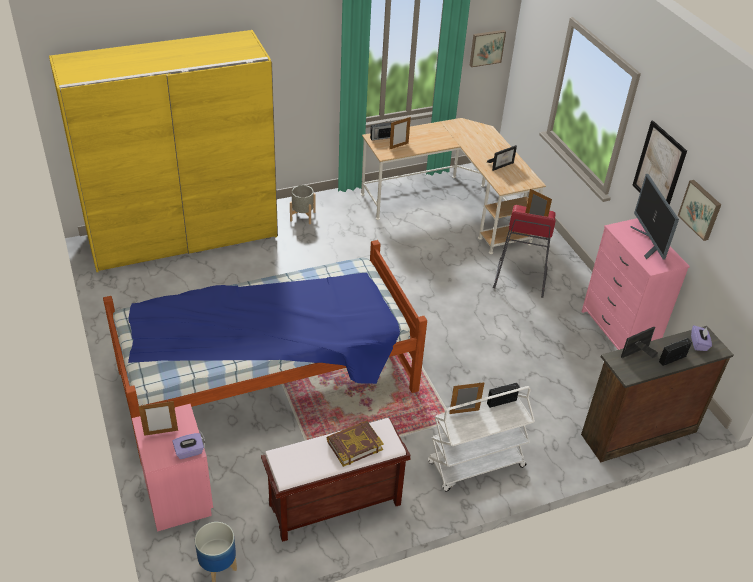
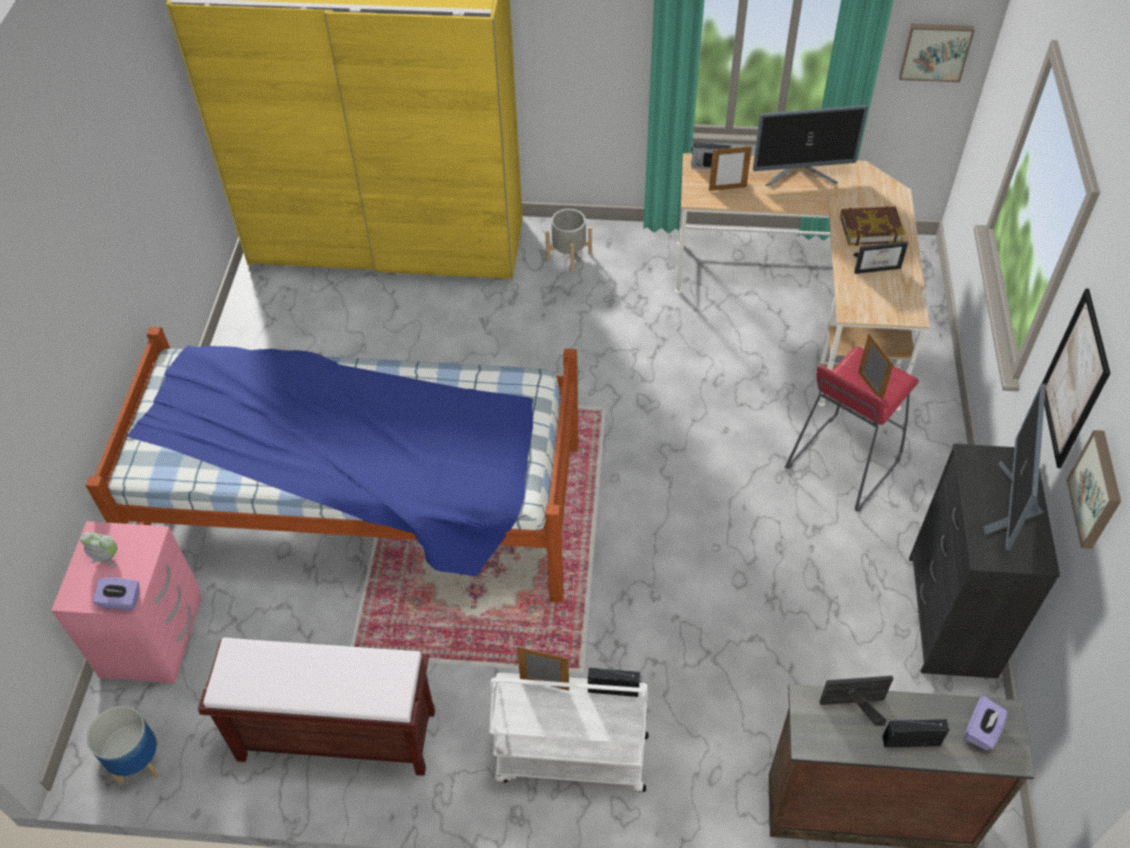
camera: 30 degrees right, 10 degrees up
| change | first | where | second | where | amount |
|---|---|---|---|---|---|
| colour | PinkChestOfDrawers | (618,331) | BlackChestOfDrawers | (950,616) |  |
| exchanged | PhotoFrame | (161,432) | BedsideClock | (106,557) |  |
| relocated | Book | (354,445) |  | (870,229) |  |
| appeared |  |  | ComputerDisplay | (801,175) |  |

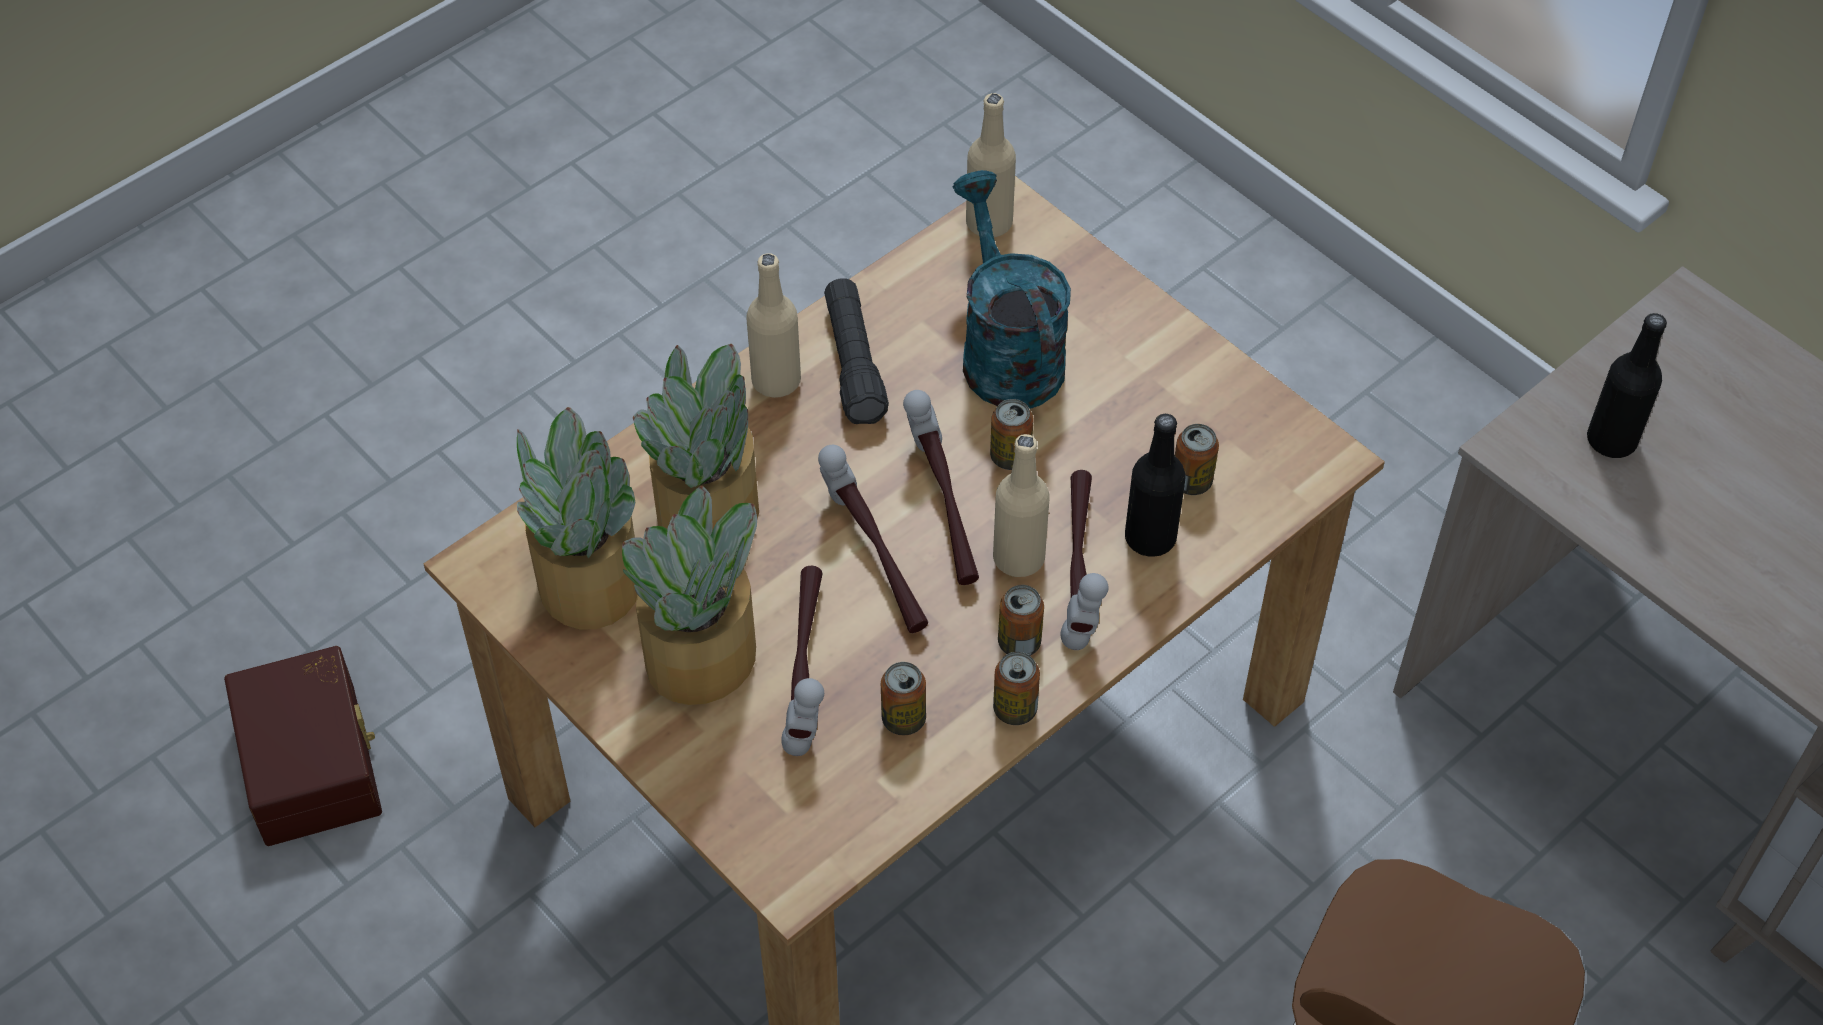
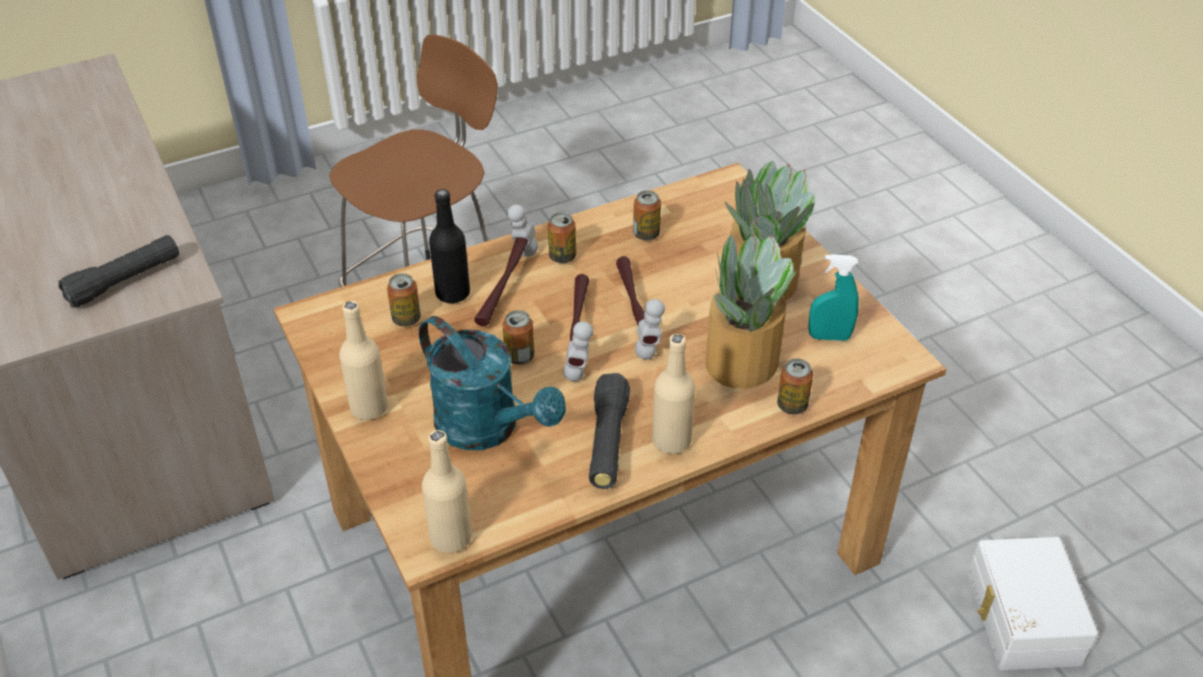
camera: 165 degrees left, 10 degrees down
| change | first | where | second | where | amount |
|---|---|---|---|---|---|
| spun | TurquoiseWateringPot | (1005,350) |  | (488,428) | 45 degrees counterclockwise |
| exchanged | BlackBottle | (1611,440) | BlackFlashlight | (124,281) |  |
| exchanged | PottedPlant | (590,580) | TurquoiseSprayBottle | (829,337) |  |
| relocated | SandColouredBottle | (1018,558) |  | (369,408) |  |
| missing | ToolHammer | (807,668) |  |  |  |
| colour | BrownishStorageBox | (314,762) | WhiteStorageBox | (1020,618) |  |
| relocated | MetalCan | (1015,709) |  | (792,405) |  |

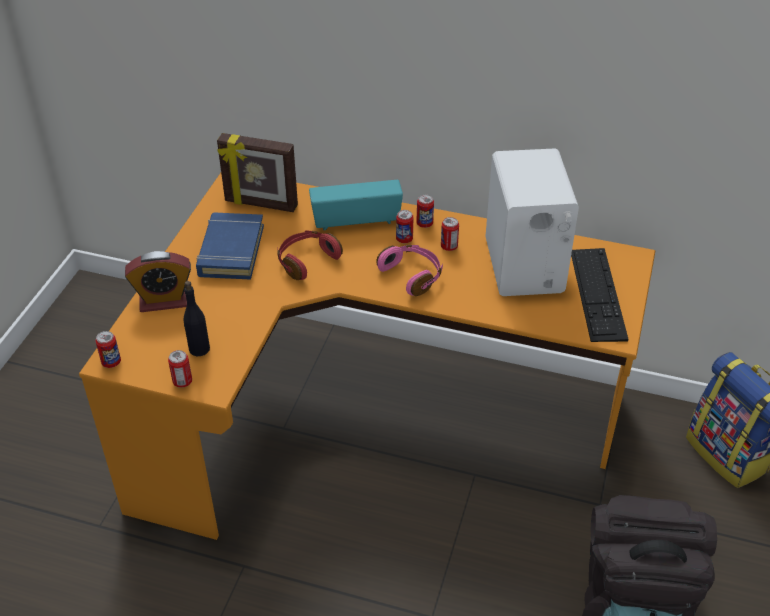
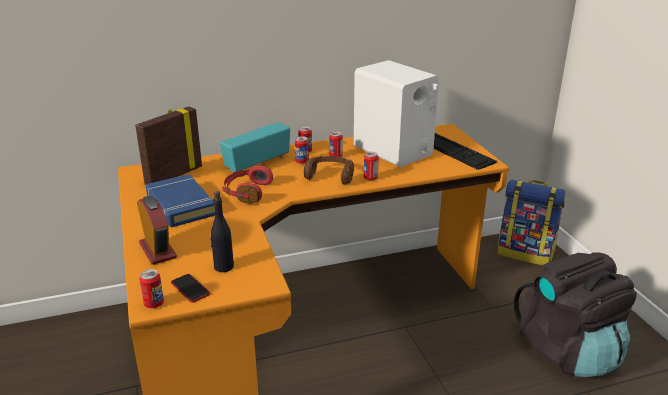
camera: 35 degrees left, 15 degrees down
| change | first | where | second | where | amount |
|---|---|---|---|---|---|
| spun | PhotoFrame | (261,204) |  | (173,175) | 150 degrees clockwise |
| colour | PinkHeadset | (412,275) | BrownishHeadset | (331,176) |  |
| spun | BedsideClock | (164,301) |  | (157,251) | 75 degrees counterclockwise |
| relocated | MetalCan | (182,381) |  | (370,178) |  |
| appeared |  |  | Phone | (190,289) |  |

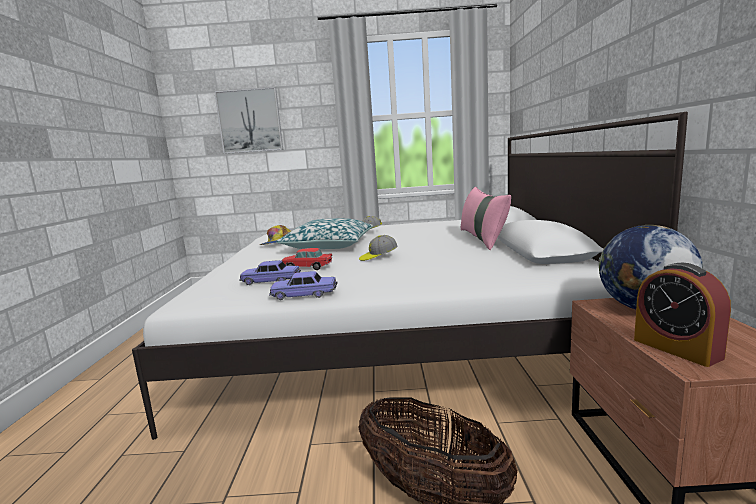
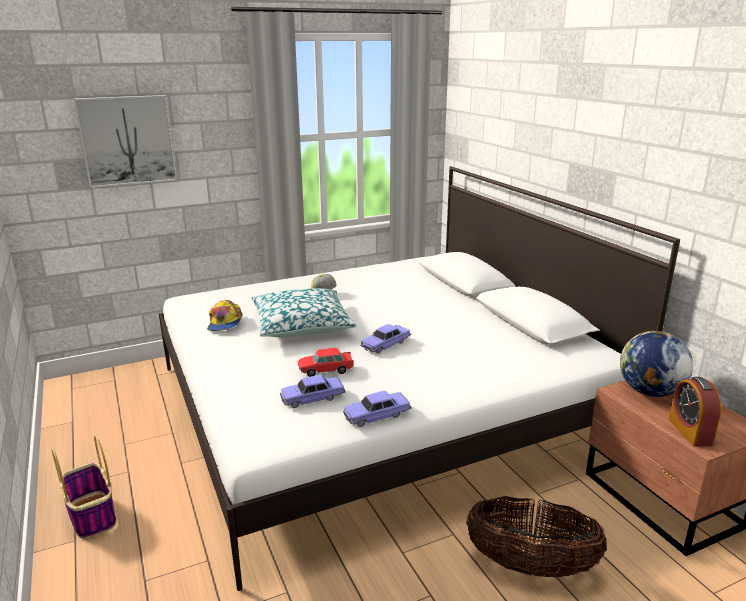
camera: 25 degrees left, 10 degrees up
| change | first | where | second | where | amount |
|---|---|---|---|---|---|
| missing | PinkThrowPillow | (482,239) |  |  |  |
| exchanged | Cap | (378,257) | ToyCar | (385,344) |  |
| spun | BedsideClock | (676,348) |  | (690,431) | 45 degrees clockwise |
| appeared |  |  | HouseholdBasket | (91,515) |  |

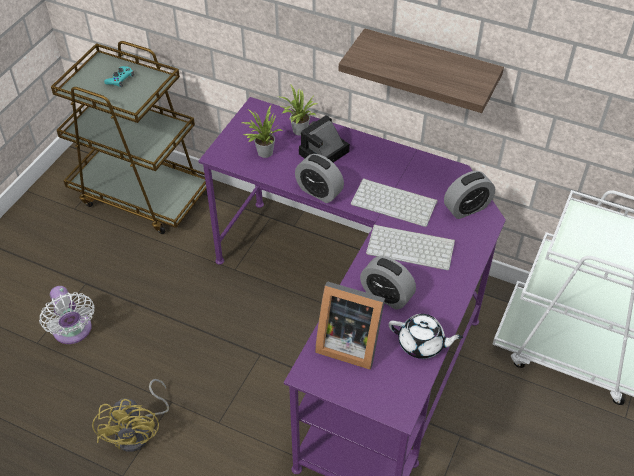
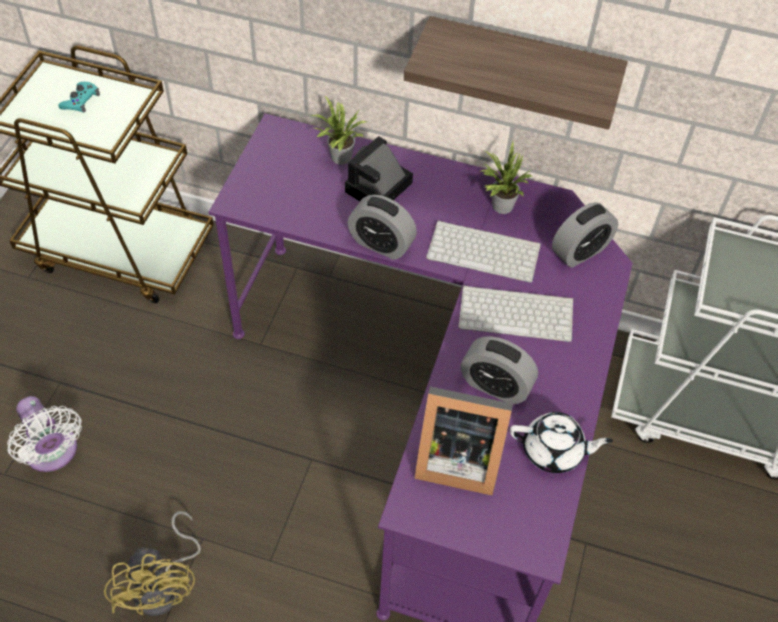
camera: 10 degrees left, 5 degrees up
| change | first | where | second | where | amount |
|---|---|---|---|---|---|
| relocated | PottedPlant | (263,152) |  | (499,206) |  |

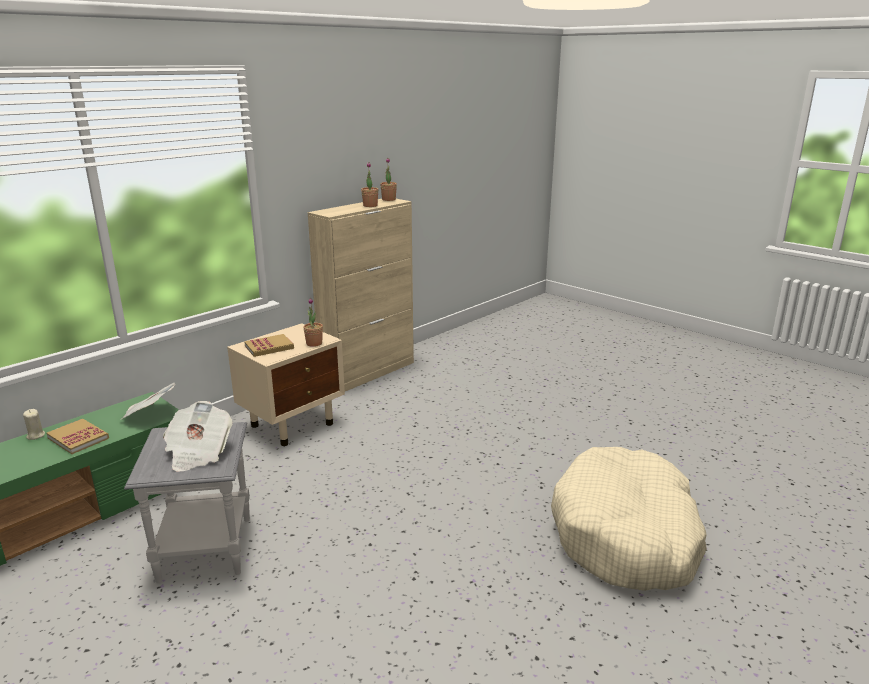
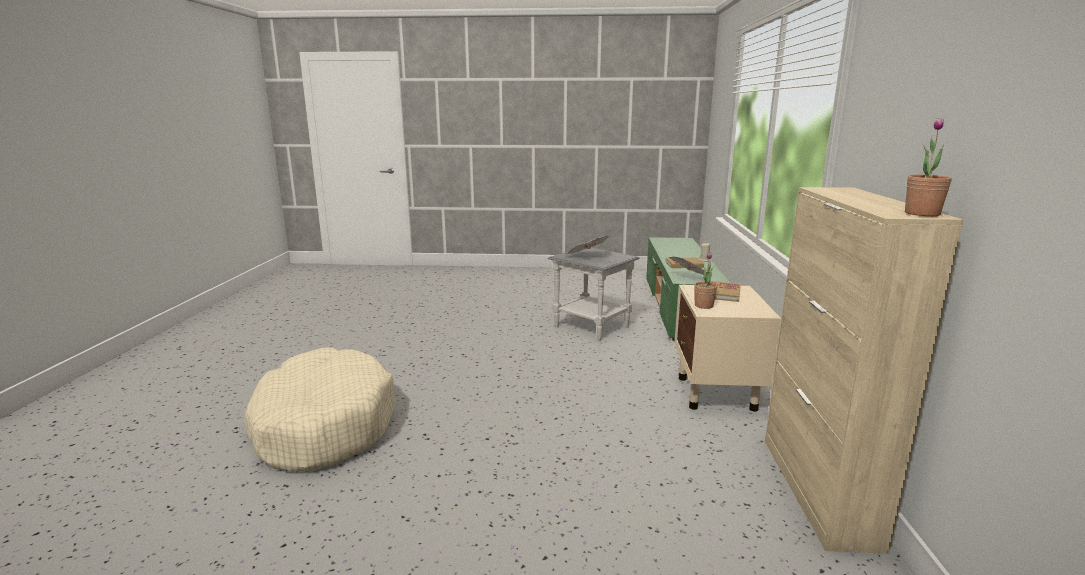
camera: 140 degrees right, 5 degrees down
| change | first | where | second | where | amount |
|---|---|---|---|---|---|
| missing | PottedPlant | (370,205) |  |  |  |

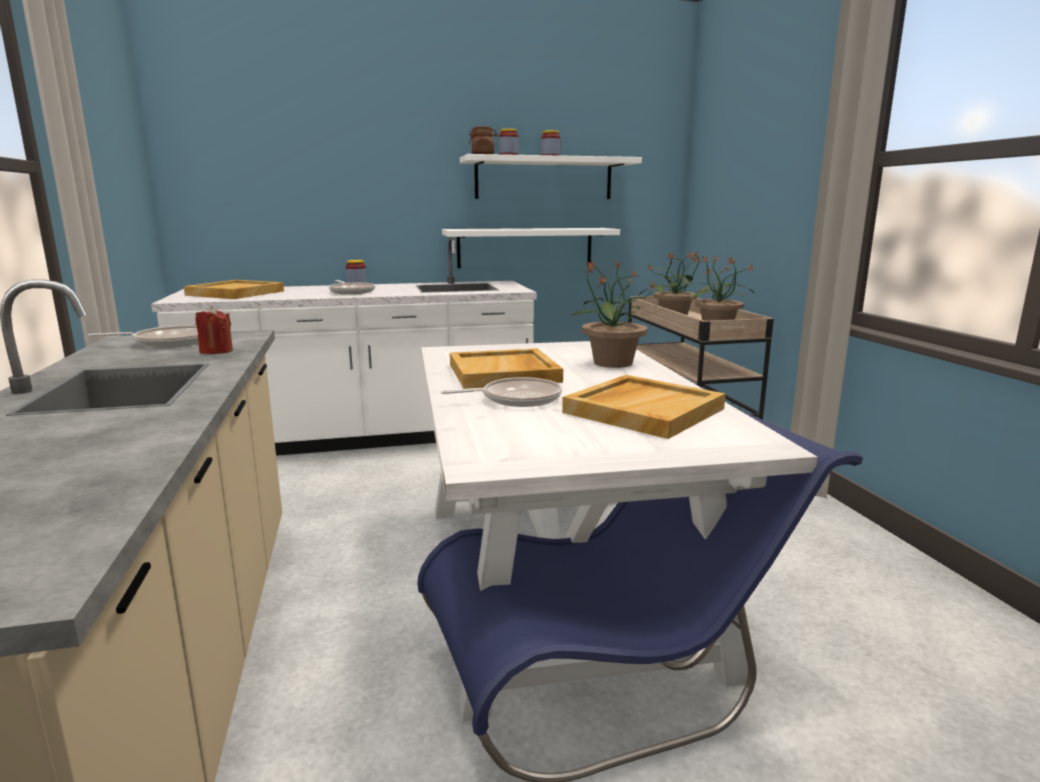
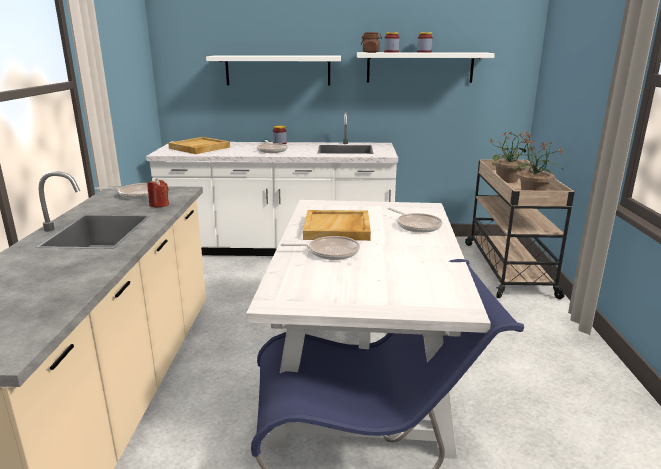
camera: 15 degrees right, 5 degrees up
| change | first | where | second | where | amount |
|---|---|---|---|---|---|
| relocated | WhiteWallShelf | (525,247) |  | (278,70) |  |
| exchanged | PottedPlant | (611,363) | FryingPan | (416,225) |  |
| missing | SandColouredCarryingTray | (643,410) |  |  |  |

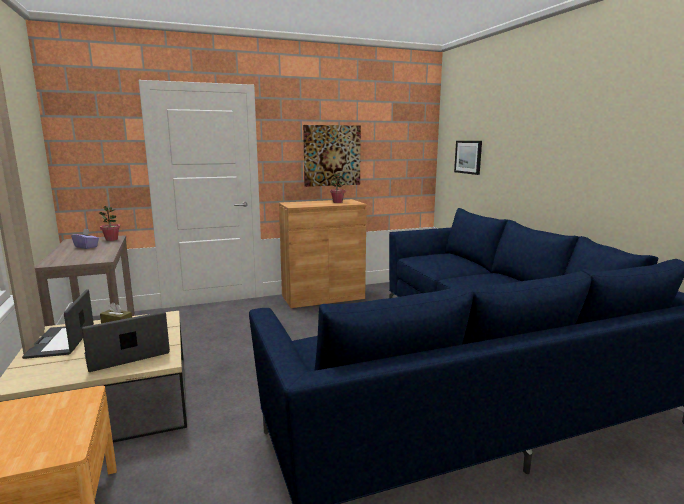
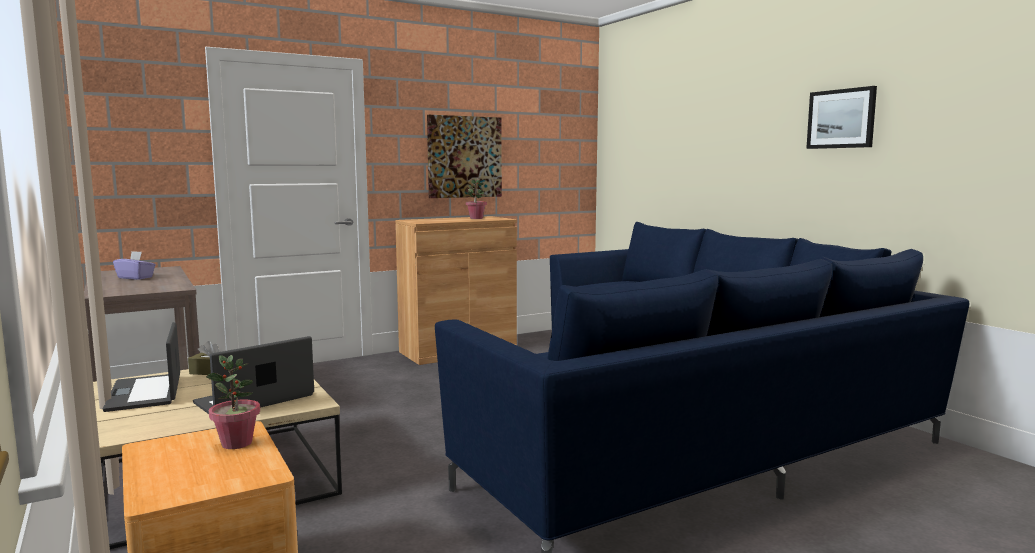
camera: 10 degrees left, 5 degrees down
| change | first | where | second | where | amount |
|---|---|---|---|---|---|
| relocated | WallPicture | (468,157) |  | (841,119) |  |
| relocated | PottedPlant | (111,239) |  | (237,443) |  |

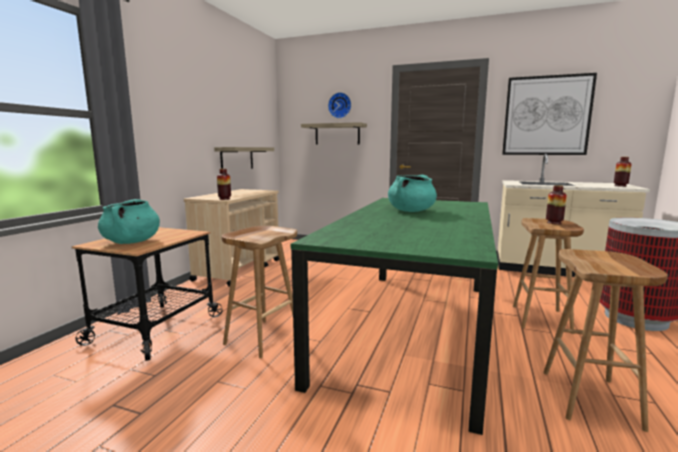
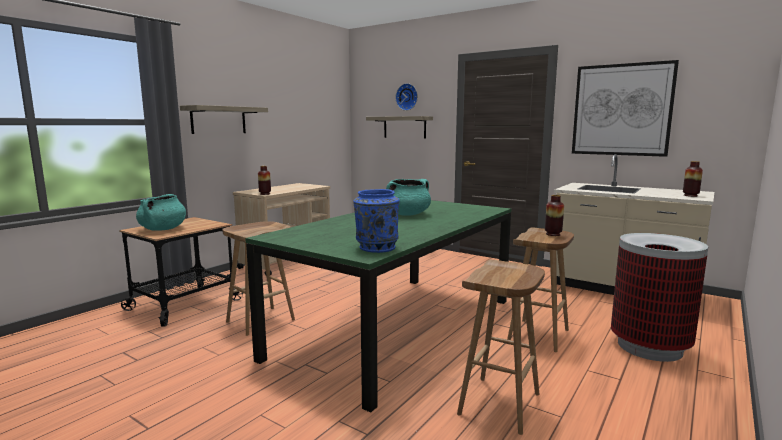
camera: 15 degrees right, 0 degrees up
| change | first | where | second | where | amount |
|---|---|---|---|---|---|
| relocated | WallShelf | (237,158) |  | (218,120) |  |
| appeared |  |  | BlueDecorativeVase | (376,248) |  |

